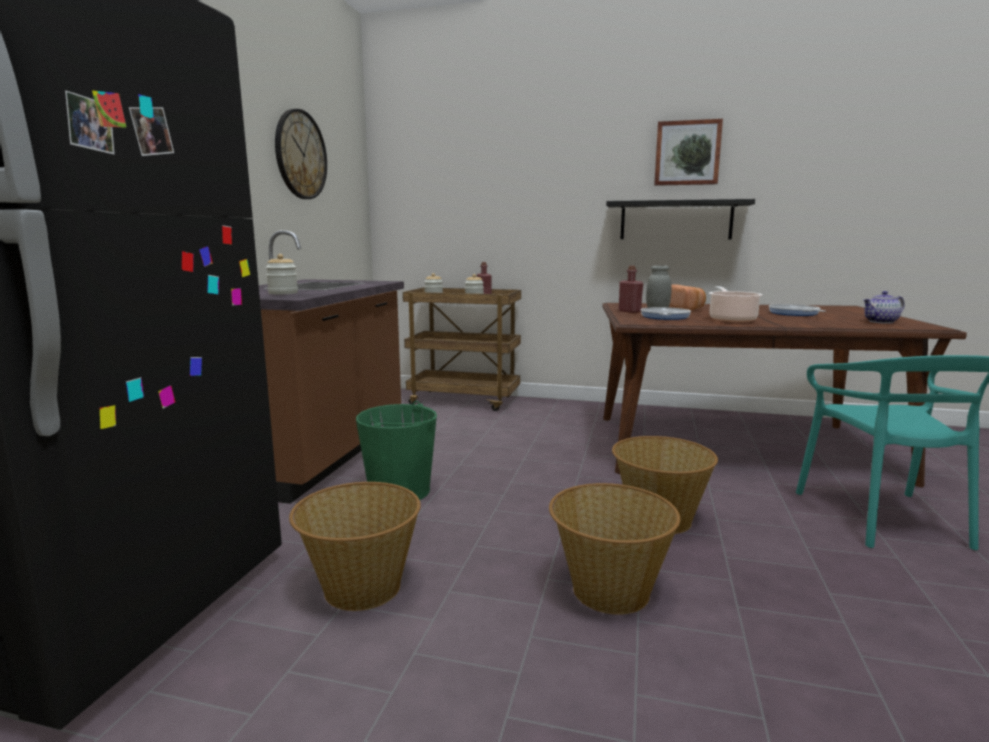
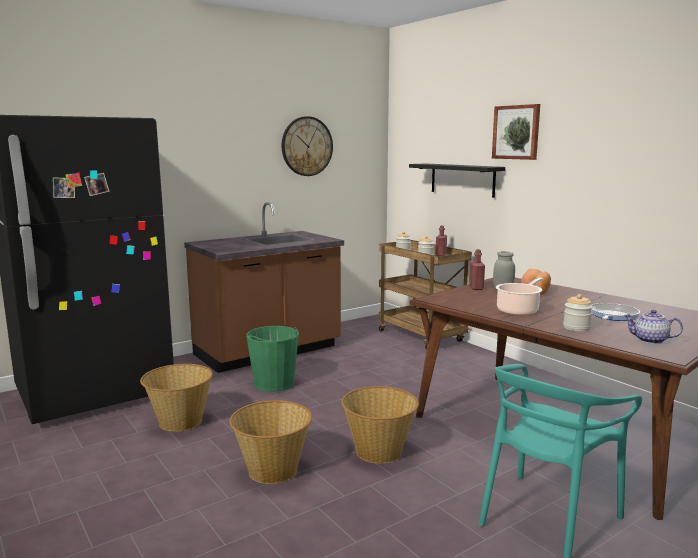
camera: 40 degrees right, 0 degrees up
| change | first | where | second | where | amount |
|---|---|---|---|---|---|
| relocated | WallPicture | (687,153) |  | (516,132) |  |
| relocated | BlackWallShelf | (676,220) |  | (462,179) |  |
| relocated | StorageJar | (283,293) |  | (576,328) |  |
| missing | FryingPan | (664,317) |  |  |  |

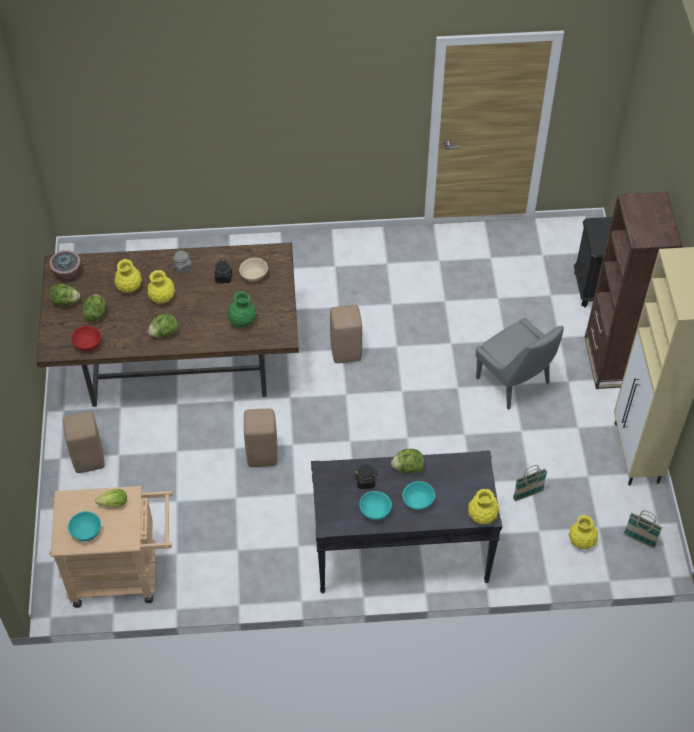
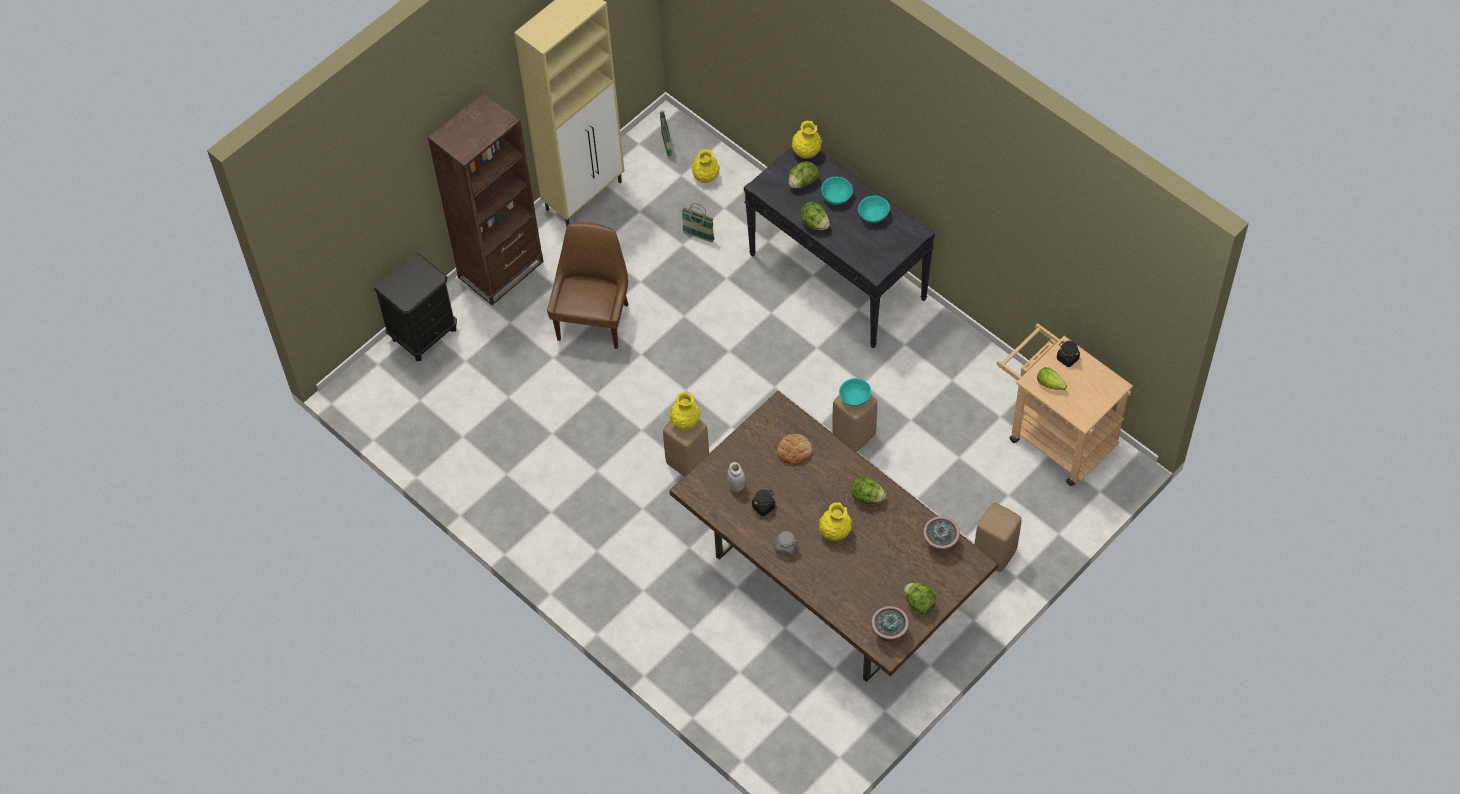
camera: 130 degrees left, 5 degrees up
| change | first | where | second | where | amount |
|---|---|---|---|---|---|
| exchanged | SandColouredBowl | (254,275) | WhiteStorageJar | (736,485) |  |
| relocated | YellowDecorativeVase | (129,288) |  | (685,422) |  |
| exchanged | GreenishDecorativeVase | (242,322) | BakedBread | (794,451) |  |
| relocated | LettuceHead | (96,314) |  | (803,182) |  |
| colour | GrayChair | (514,382) | BrownishChair | (594,319) |  |
| exchanged | RedColouredBowl | (87,344) | PottedPlant | (940,542) |  |
| relocated | BlackStorageJar | (366,481) |  | (1067,358) |  |
| relocated | TurquoiseBowl | (86,532) |  | (855,398) |  |

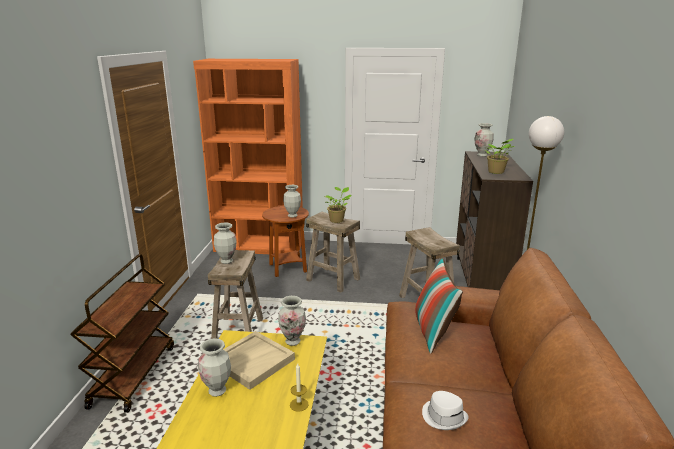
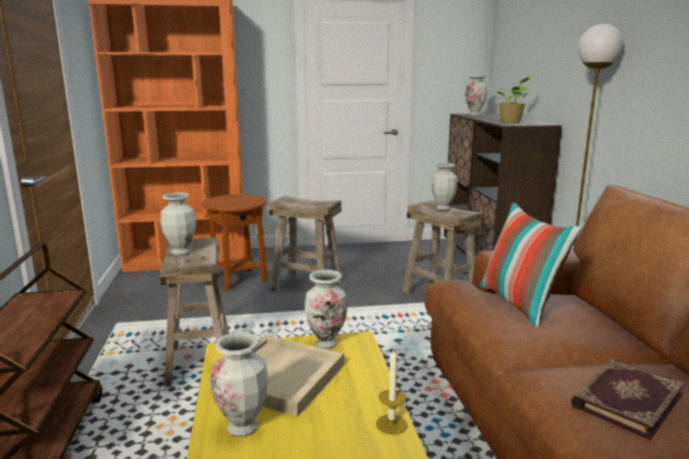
camera: 15 degrees left, 5 degrees down
| change | first | where | second | where | amount |
|---|---|---|---|---|---|
| relocated | DecorativeVase | (292,216) |  | (443,208) |  |
| missing | PottedPlant | (337,220) |  |  |  |
| exchanged | WhiteWearableHat | (444,416) | Book | (625,399) |  |

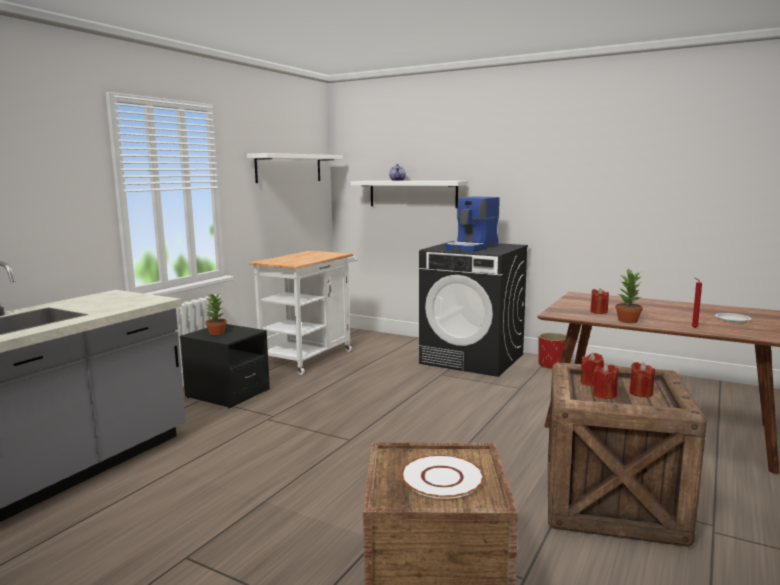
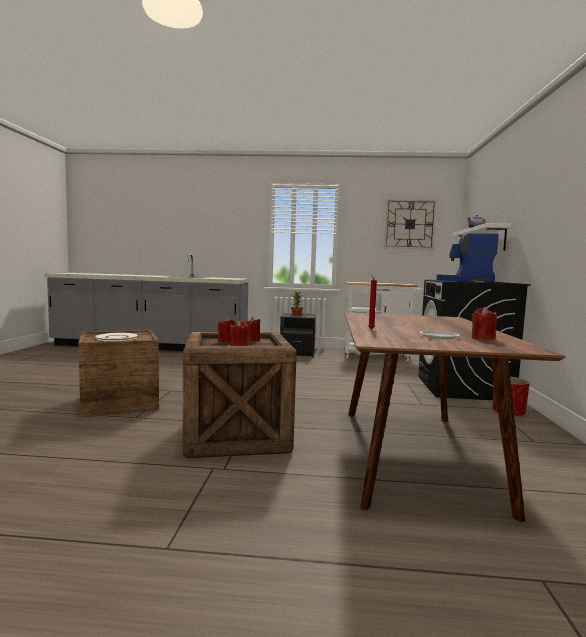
camera: 65 degrees right, 5 degrees down
| change | first | where | second | where | amount |
|---|---|---|---|---|---|
| exchanged | WhiteWallShelf | (289,168) | WallClock | (409,224) |  |
| missing | PottedPlant | (628,320) |  |  |  |
| relocated | RedColouredWaxCandle | (598,312) |  | (482,338) |  |

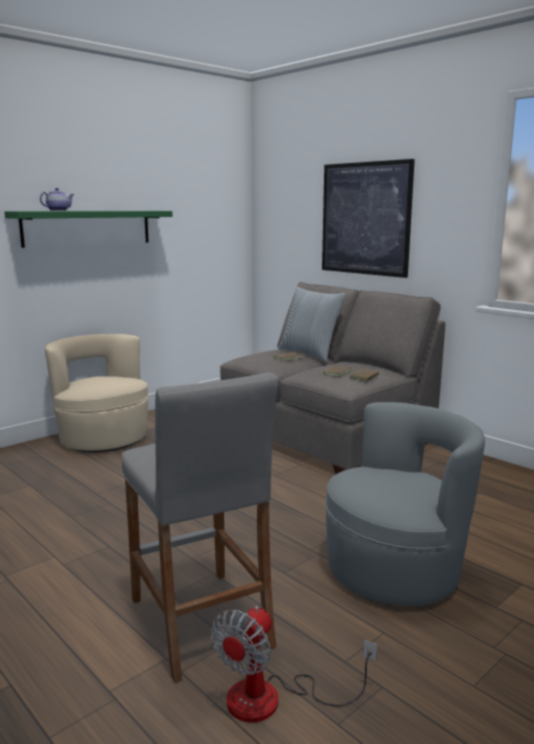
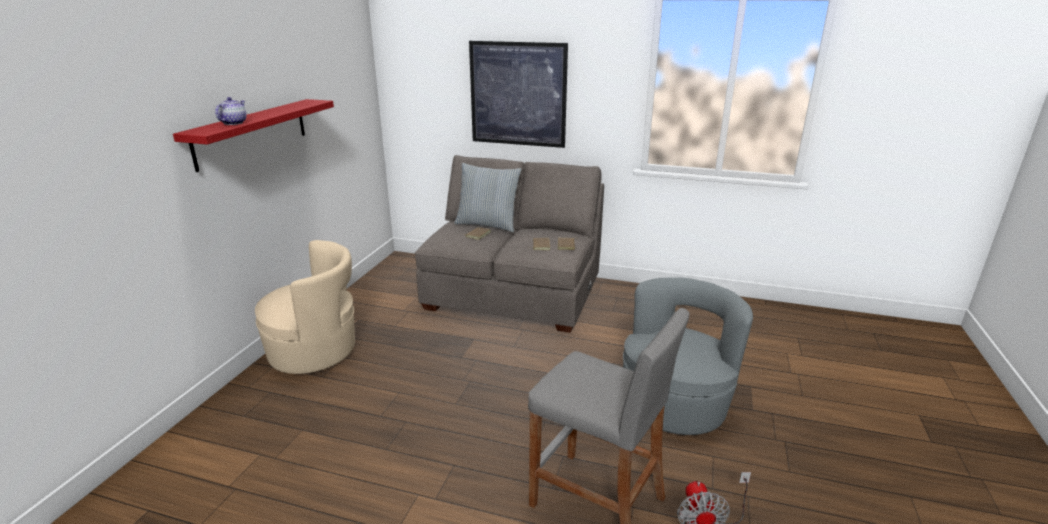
camera: 30 degrees left, 10 degrees up
| change | first | where | second | where | amount |
|---|---|---|---|---|---|
| colour | GreenishWallShelf | (88,228) | RedColouredWallShelf | (252,133) |  |
| spun | SandColouredArmchair | (103,438) |  | (315,351) | 150 degrees clockwise |

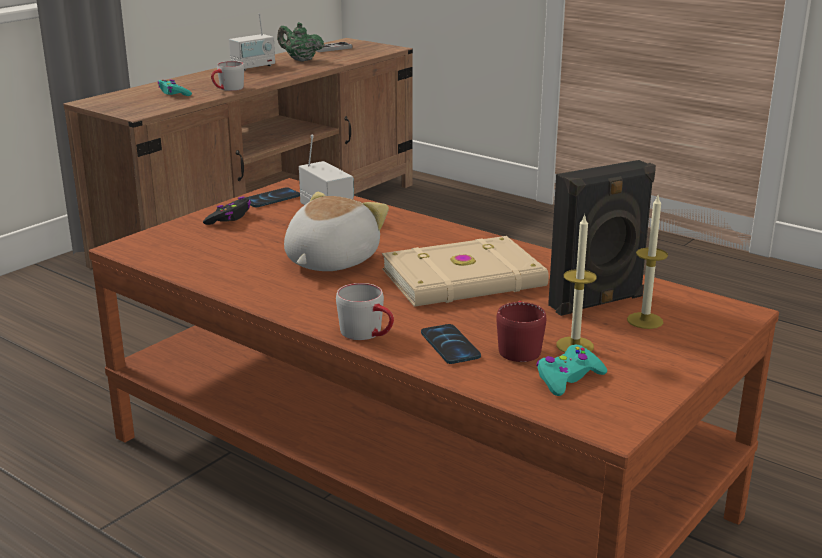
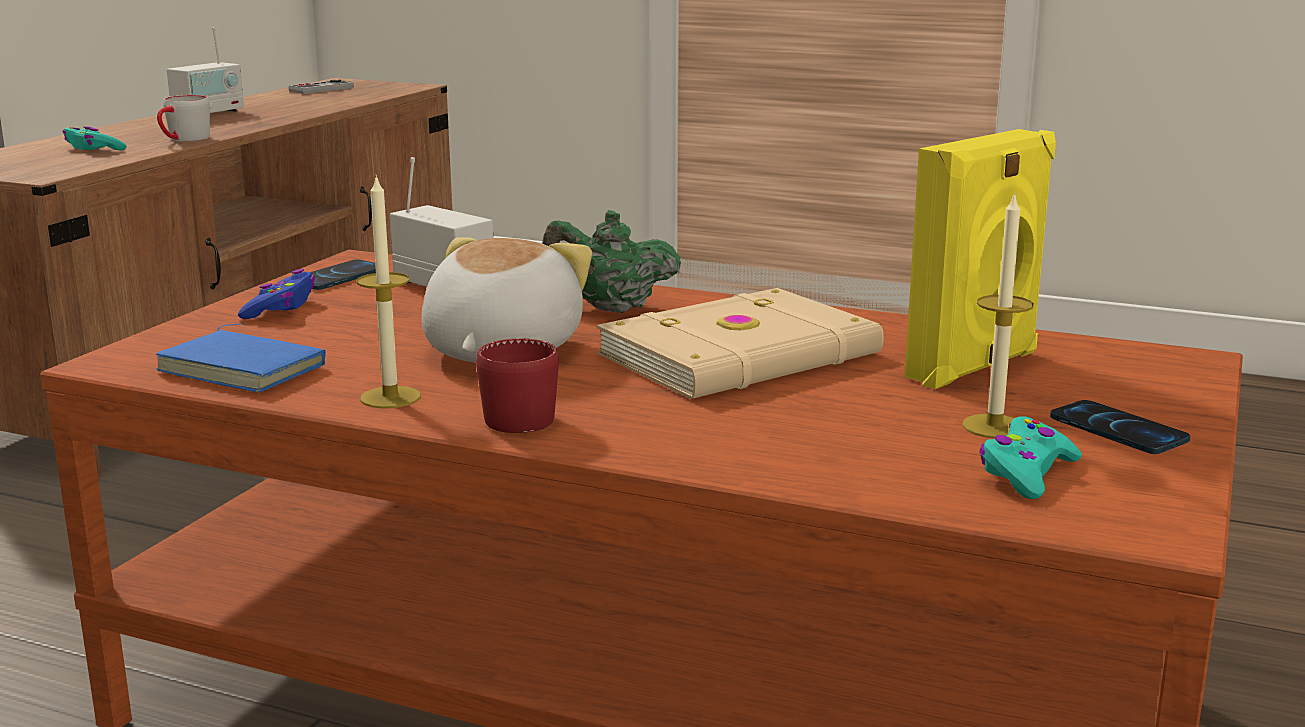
camera: 15 degrees left, 5 degrees down
| change | first | where | second | where | amount |
|---|---|---|---|---|---|
| relocated | GreenishPotForTea | (300,60) |  | (610,308) |  |
| colour | BlackSpeaker | (598,302) | YellowSpeaker | (975,367) |  |
| colour | BlackJoypad | (229,218) | BlueJoypad | (280,307) |  |
| relocated | WaxCandle | (645,320) |  | (390,397) |  |
| missing | GrayCoffeeMug | (368,334) |  |  |  |
| relocated | RedColouredCoffeeMug | (518,347) |  | (516,414) |  |
| relocated | Phone | (450,345) |  | (1118,430) |  |
| appeared |  |  | BlueBook | (246,368) |  |

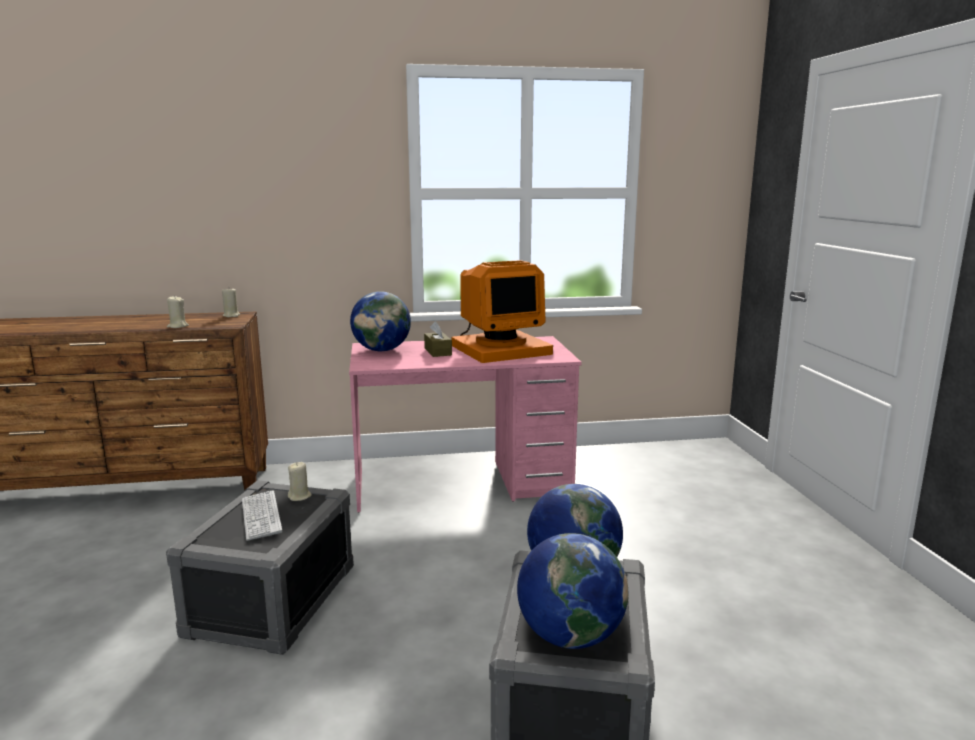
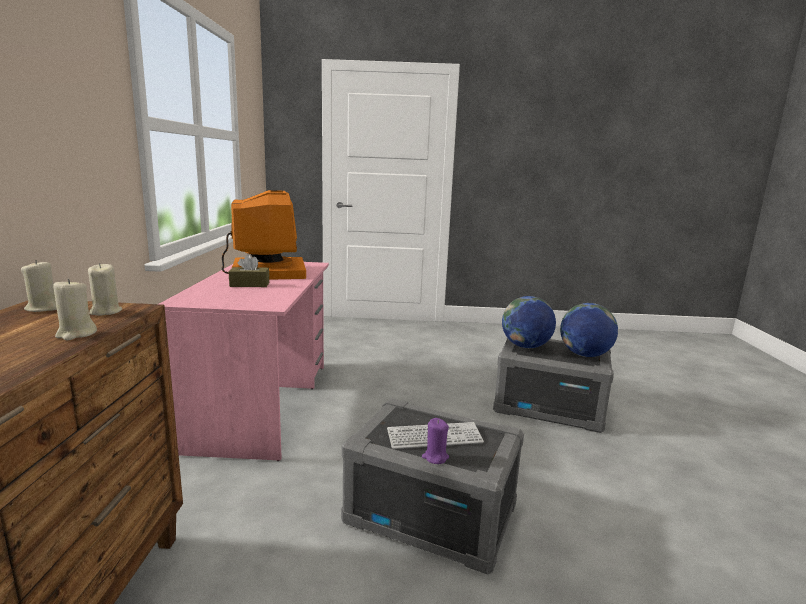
camera: 80 degrees left, 0 degrees up
| change | first | where | second | where | amount |
|---|---|---|---|---|---|
| missing | Globe | (382,350) |  |  |  |
| relocated | SandColouredWaxCandle | (299,496) |  | (105,311) |  |
| appeared |  |  | PurpleWaxCandle | (435,457) |  |

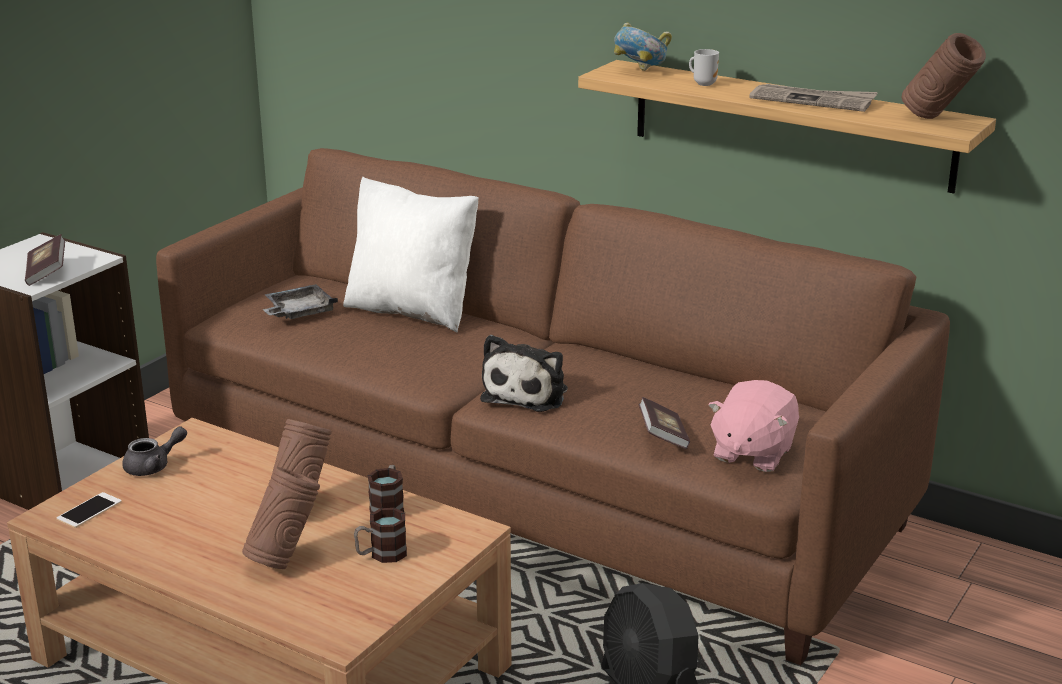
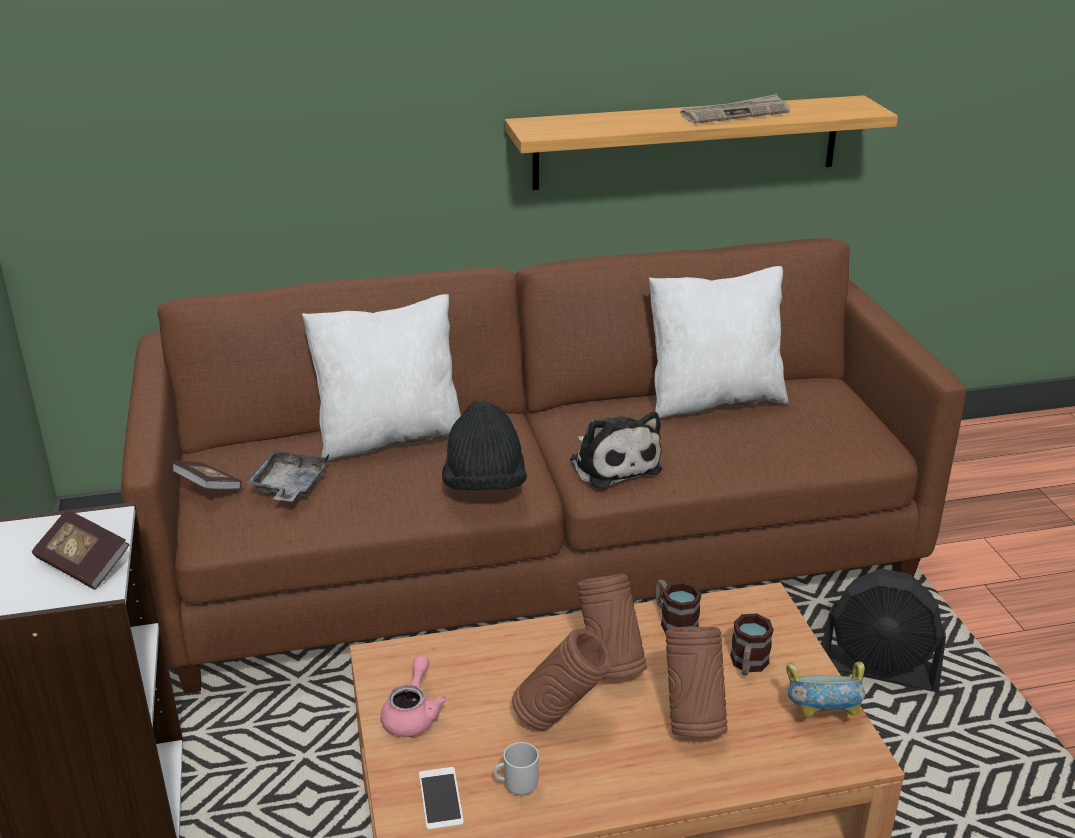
camera: 45 degrees left, 5 degrees up
| change | first | where | second | where | amount |
|---|---|---|---|---|---|
| relocated | Bowl | (640,71) |  | (822,716) |  |
| relocated | BrownishDecorativeVase | (938,120) |  | (561,720) |  |
| relocated | CoffeeMug | (703,83) |  | (518,787) |  |
| missing | PinkSoftToy | (752,453) |  |  |  |
| relocated | Book | (663,436) |  | (206,488) |  |
| colour | GrayPotForTea | (154,466) | PinkPotForTea | (413,714) |  |
| appeared |  |  | WhiteThrowPillow | (713,399) |  |
| appeared |  |  | BlackWearableHat | (484,485) |  |

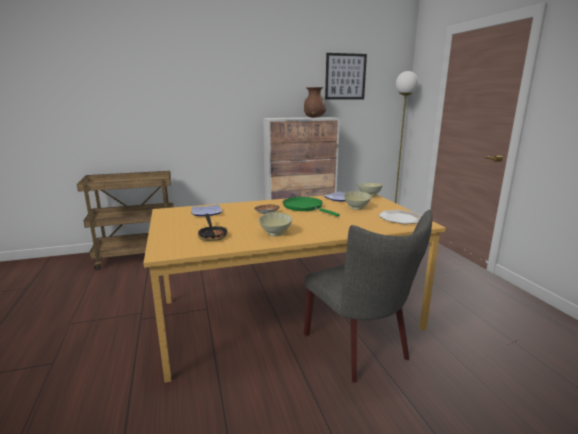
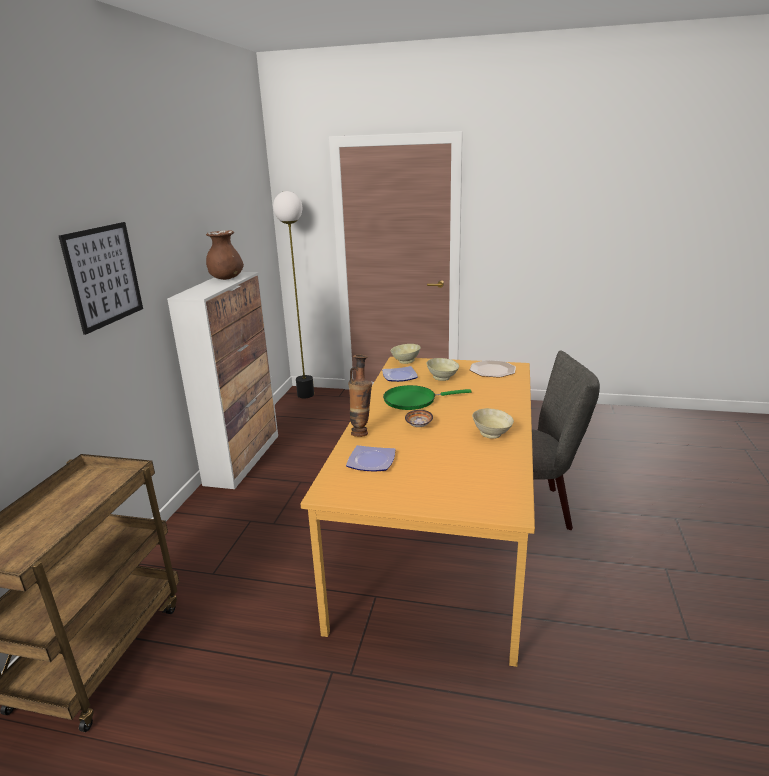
camera: 60 degrees left, 5 degrees up
| change | first | where | second | where | amount |
|---|---|---|---|---|---|
| relocated | WallPicture | (345,76) |  | (104,276) |  |
| missing | FryingPan | (212,235) |  |  |  |
| appeared |  |  | DecorativeVase | (361,432) |  |

